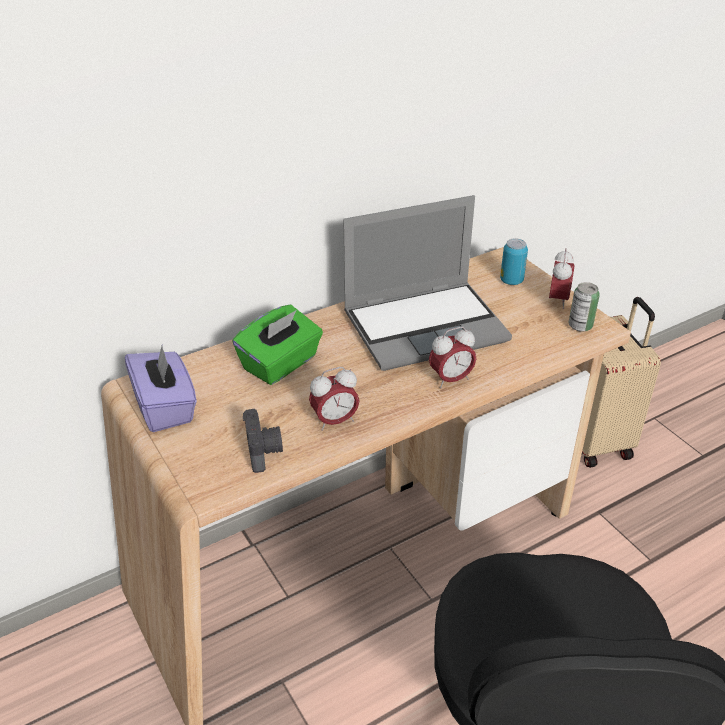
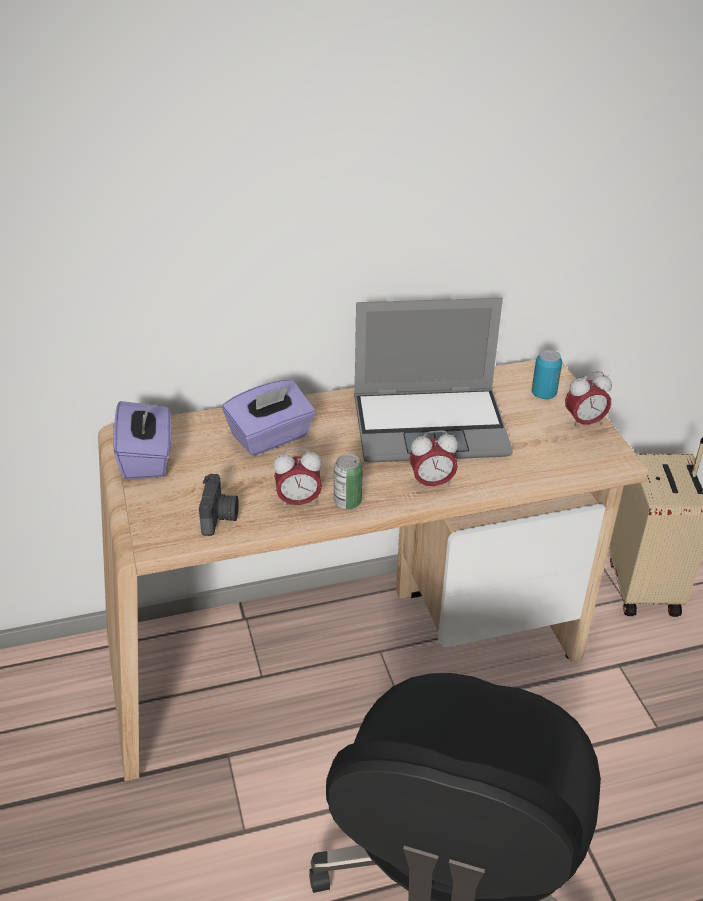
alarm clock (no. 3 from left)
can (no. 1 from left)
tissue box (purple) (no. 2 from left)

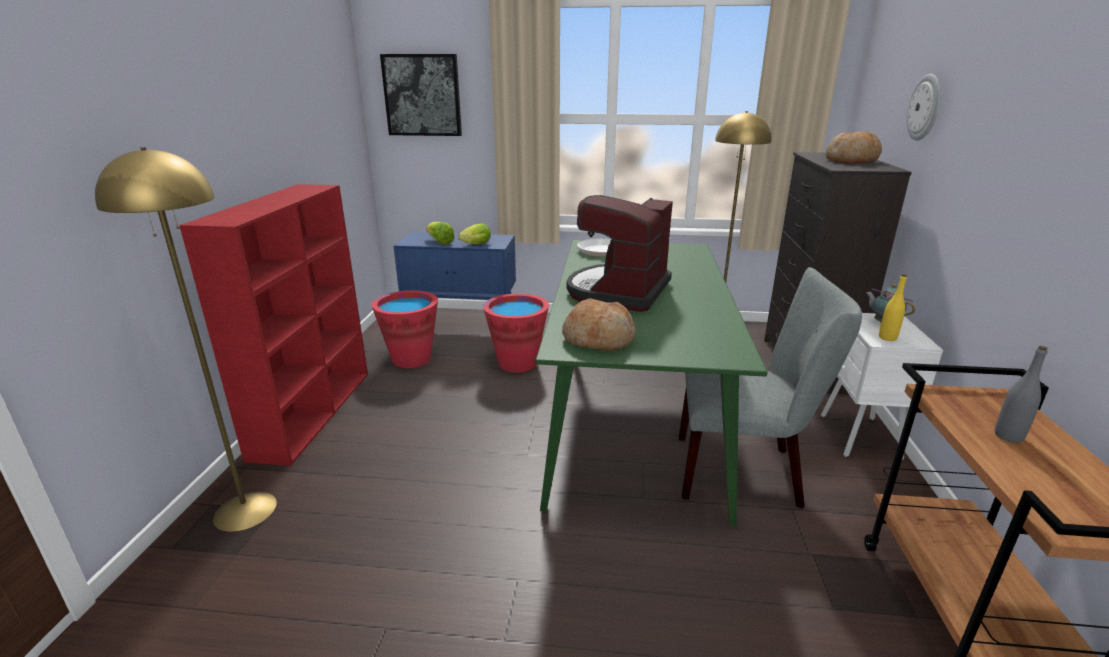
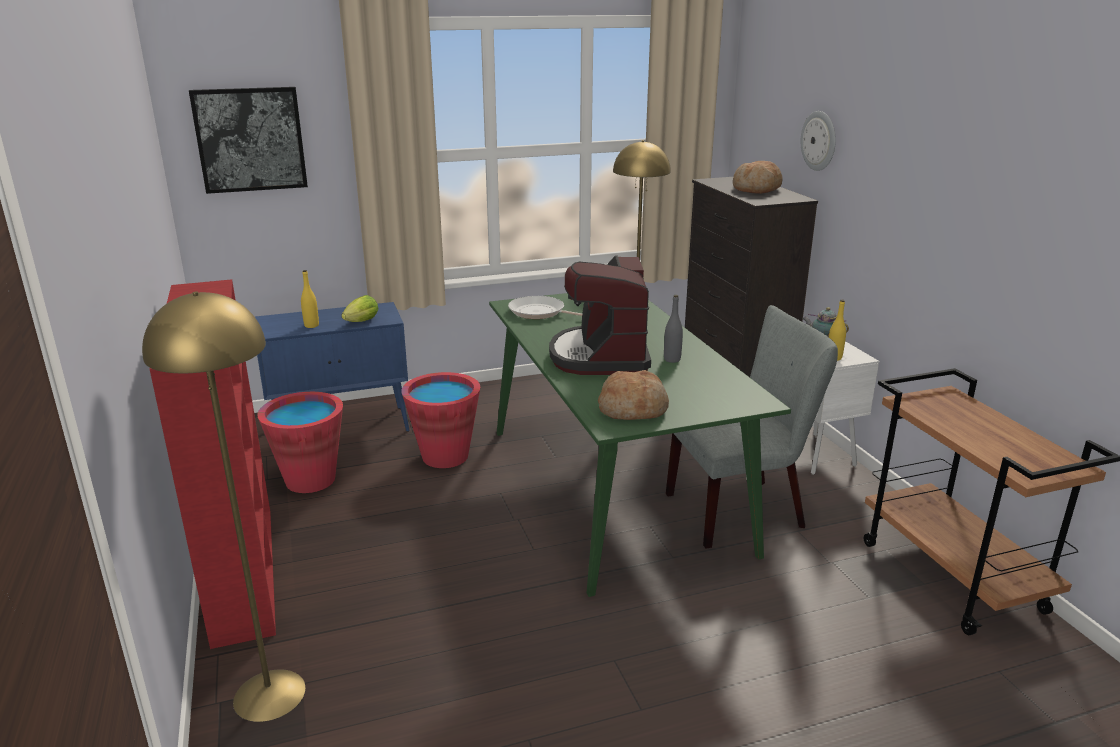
bottle (yellow) (no. 1 from left)
bottle (grey)

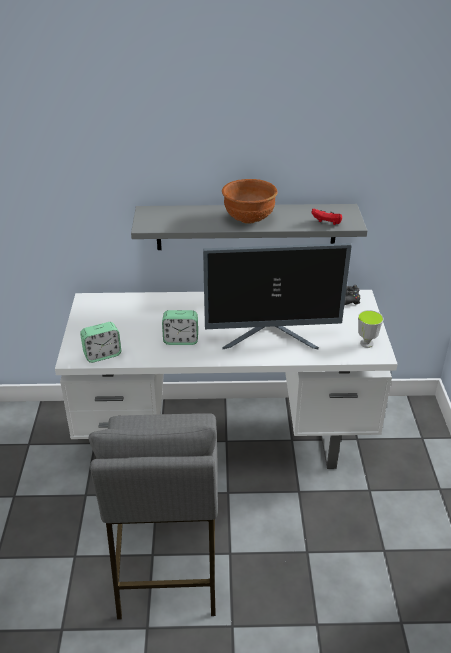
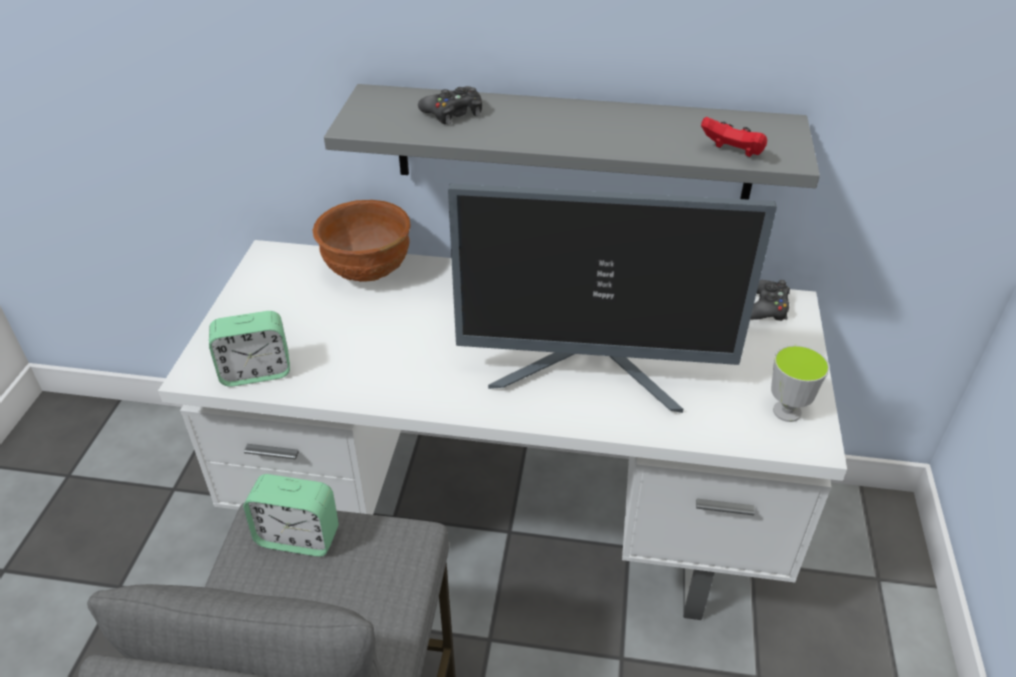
bowl (brown)
alarm clock (no. 2 from left)
game controller (black) (no. 1 from left)

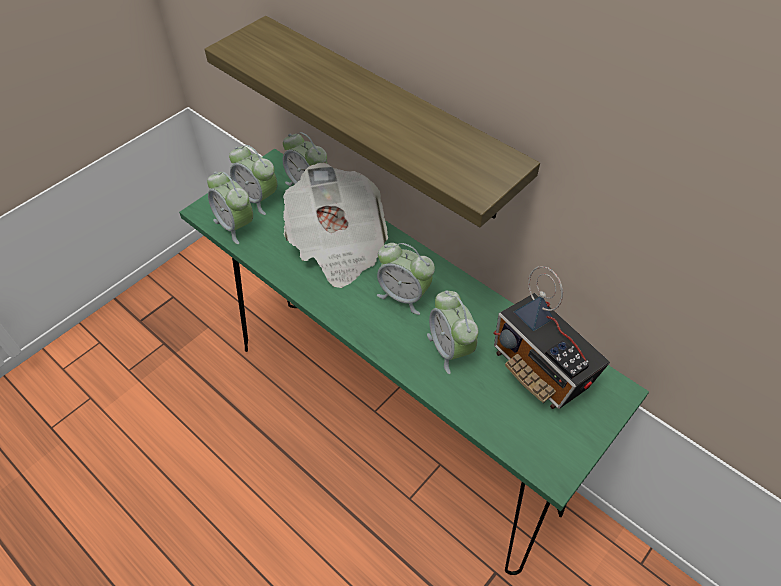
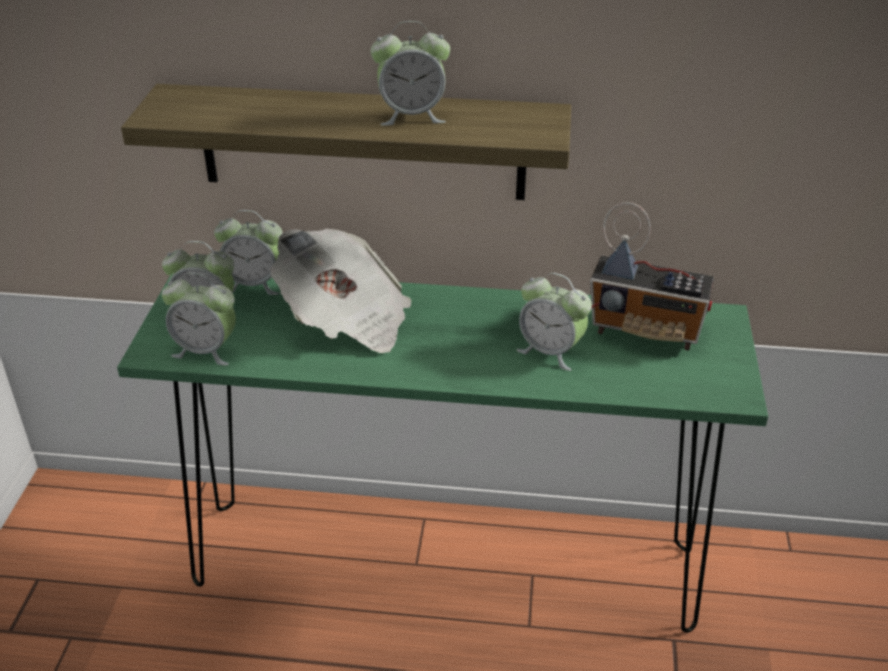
alarm clock (no. 4 from left)

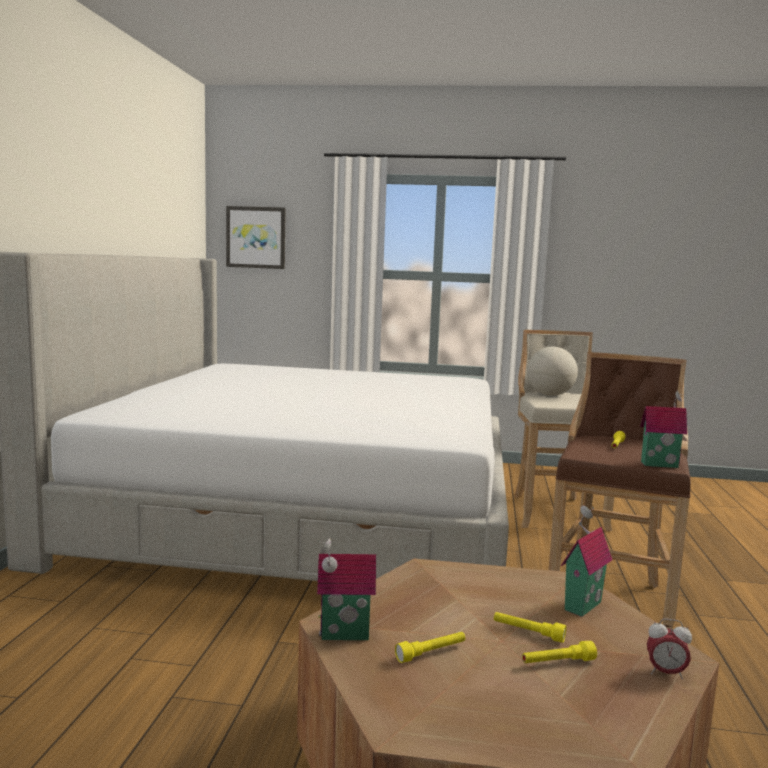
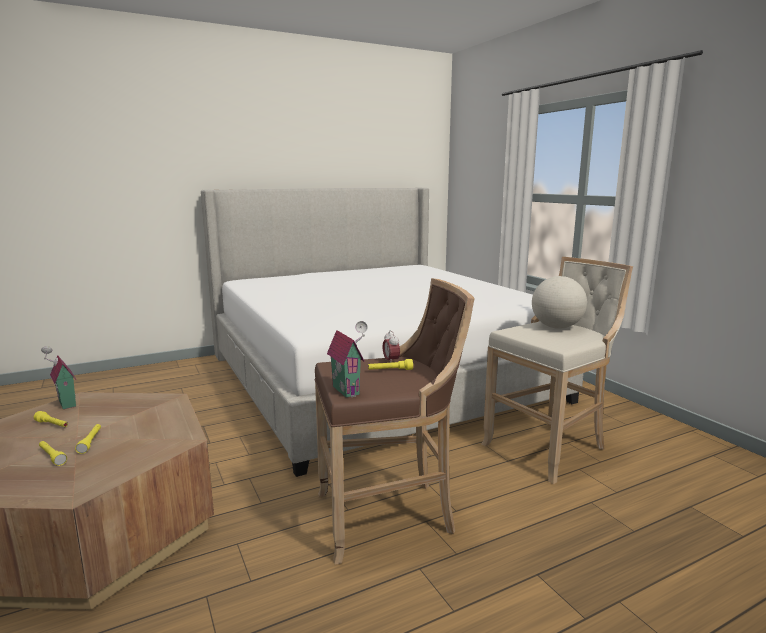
picture
toy house (no. 2 from left in the first image)
alarm clock

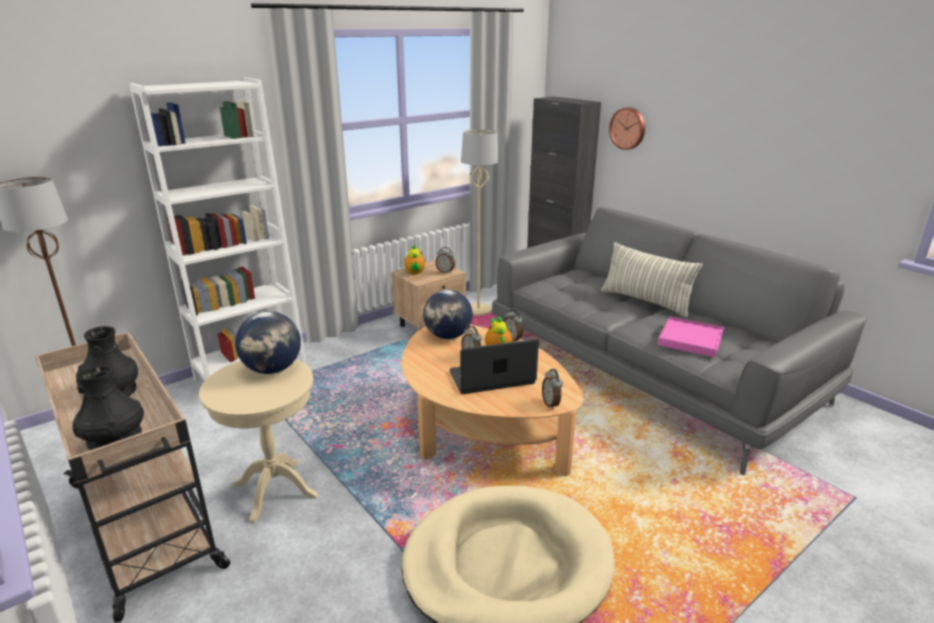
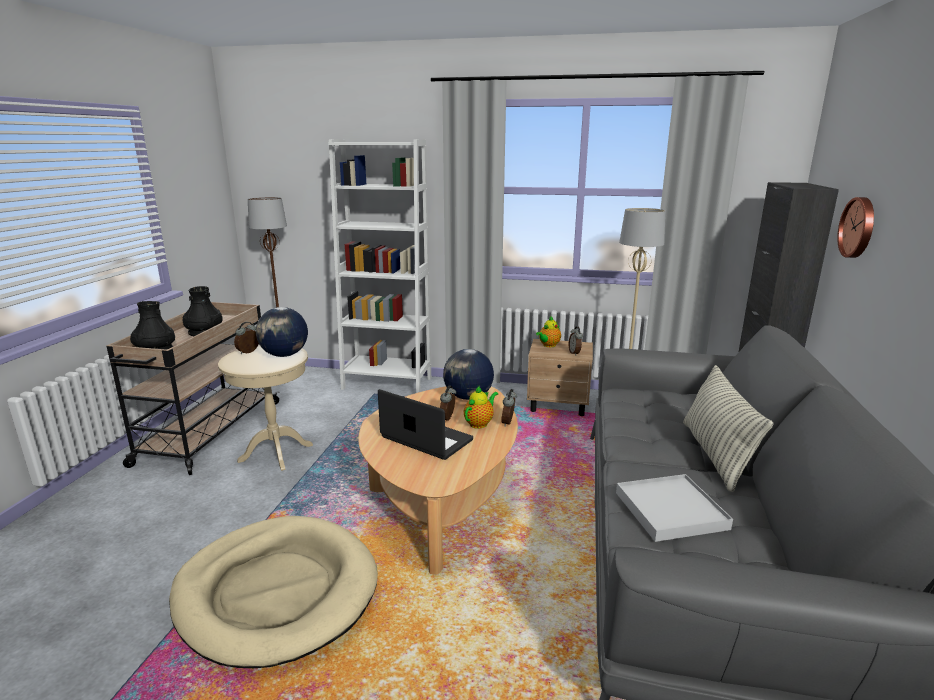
tray (white)
alarm clock (no. 1 from left)

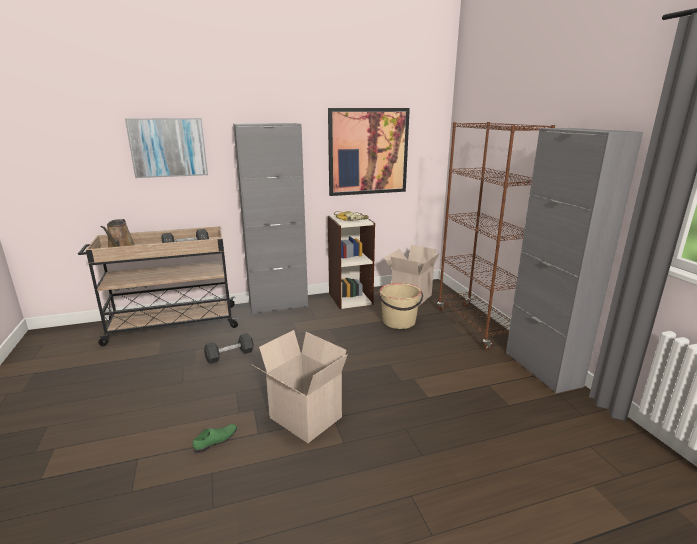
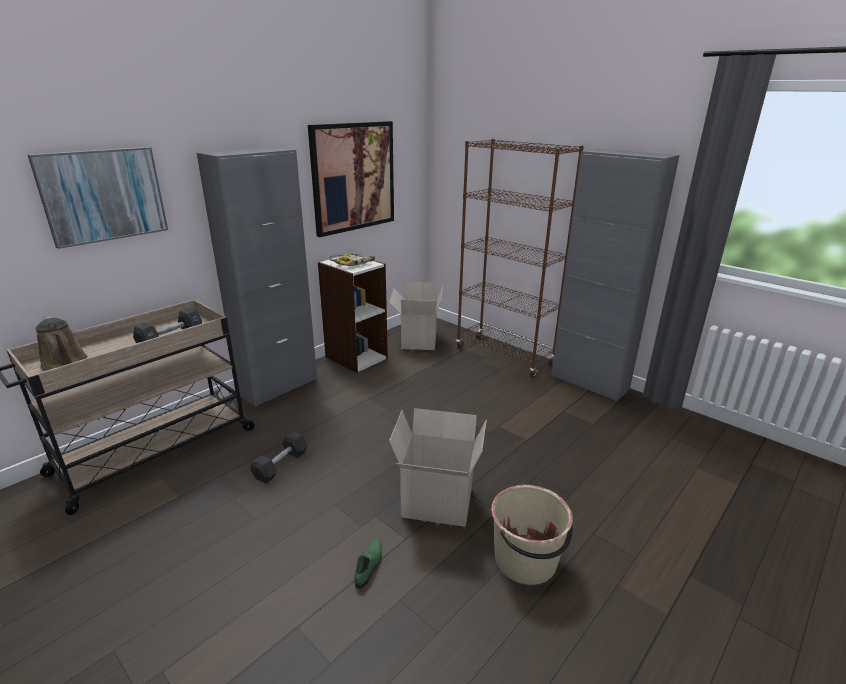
bucket (beige)

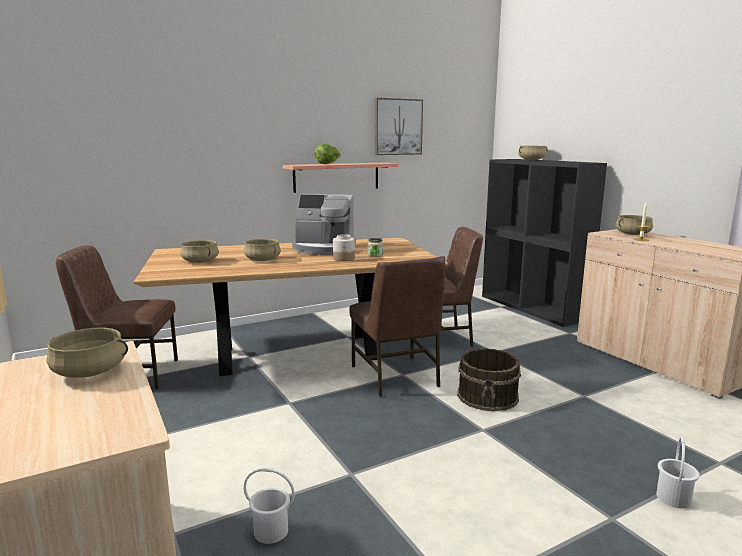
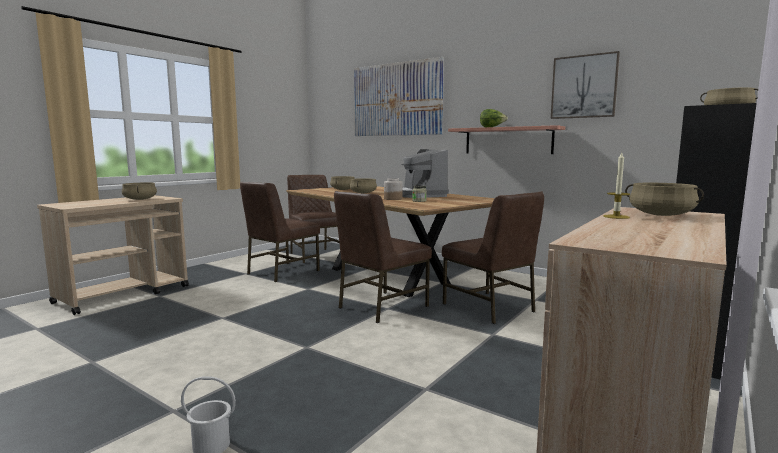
bucket (brown)
bucket (white) (no. 1 from left in the first image)
picture (no. 1 from left)
chair (brown) (no. 1 from left)

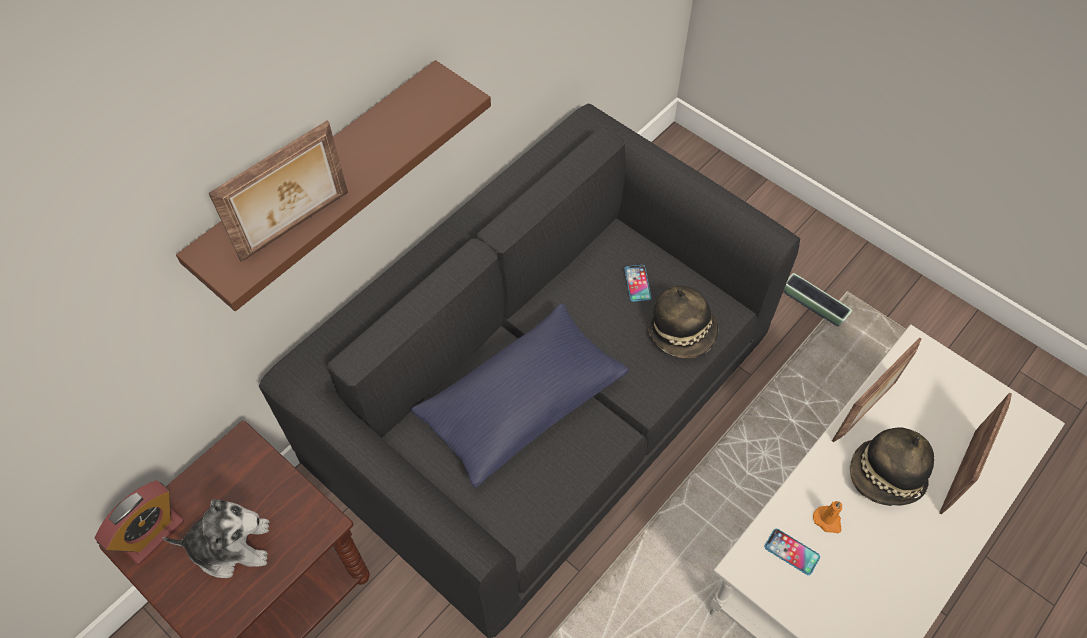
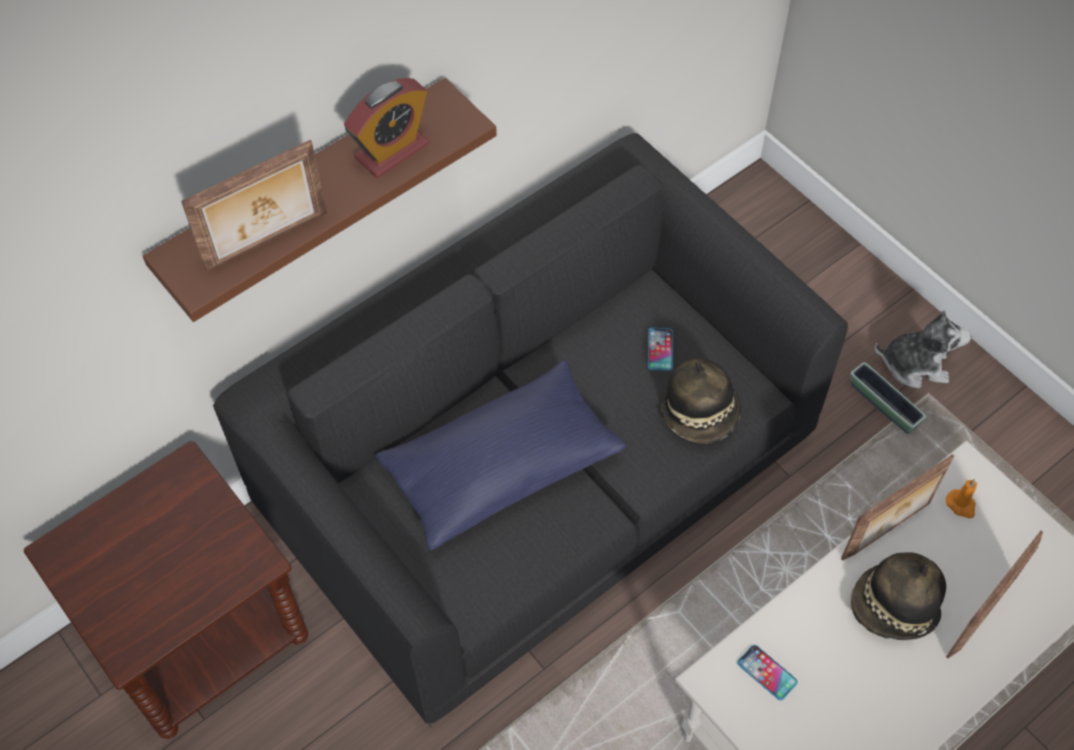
alarm clock
plush toy
candle (orange)

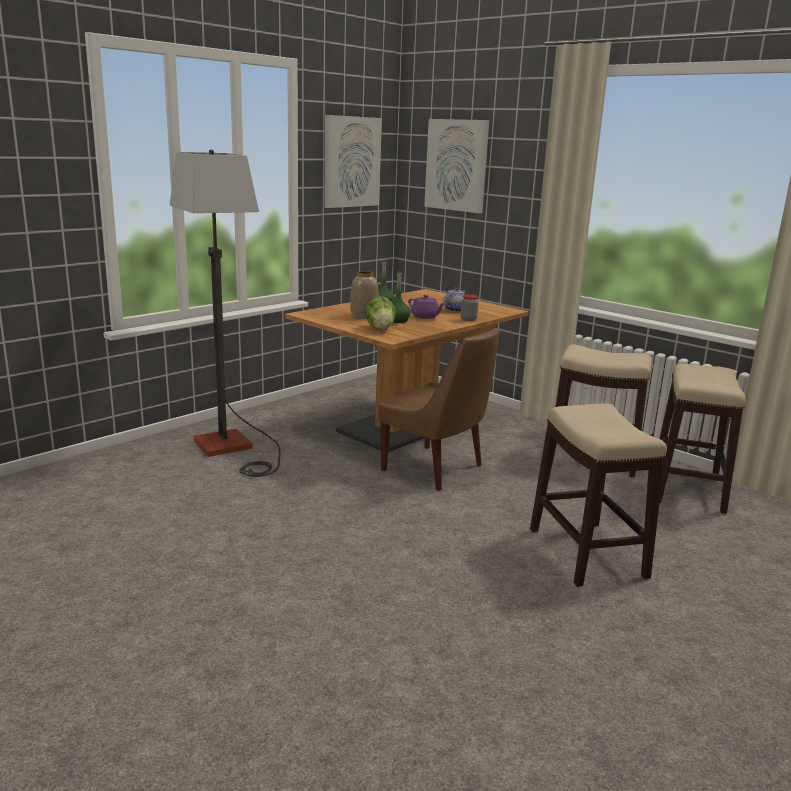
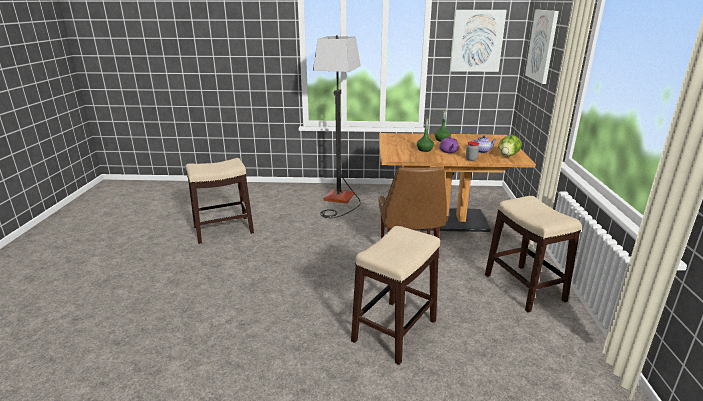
vase
lettuce
stool (no. 1 from left)

